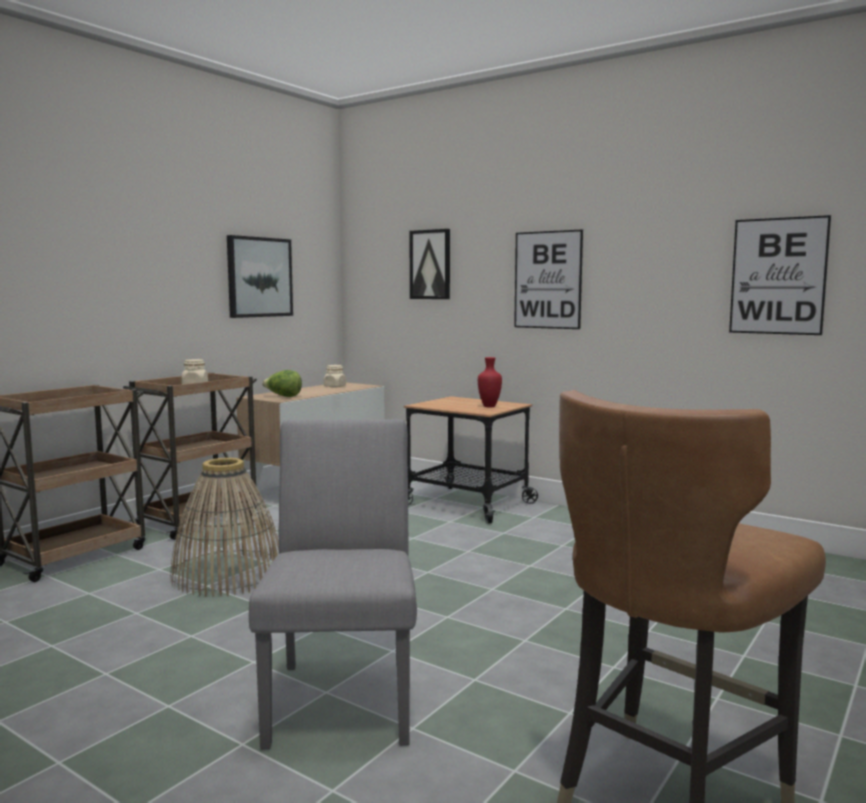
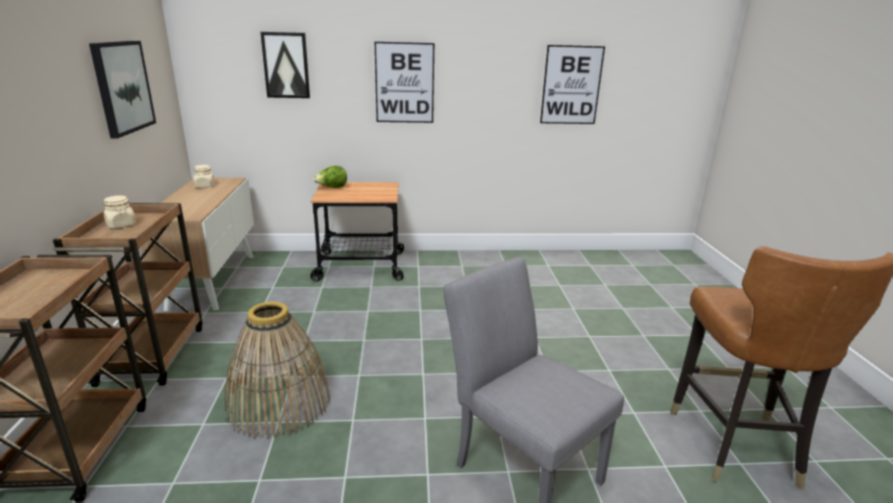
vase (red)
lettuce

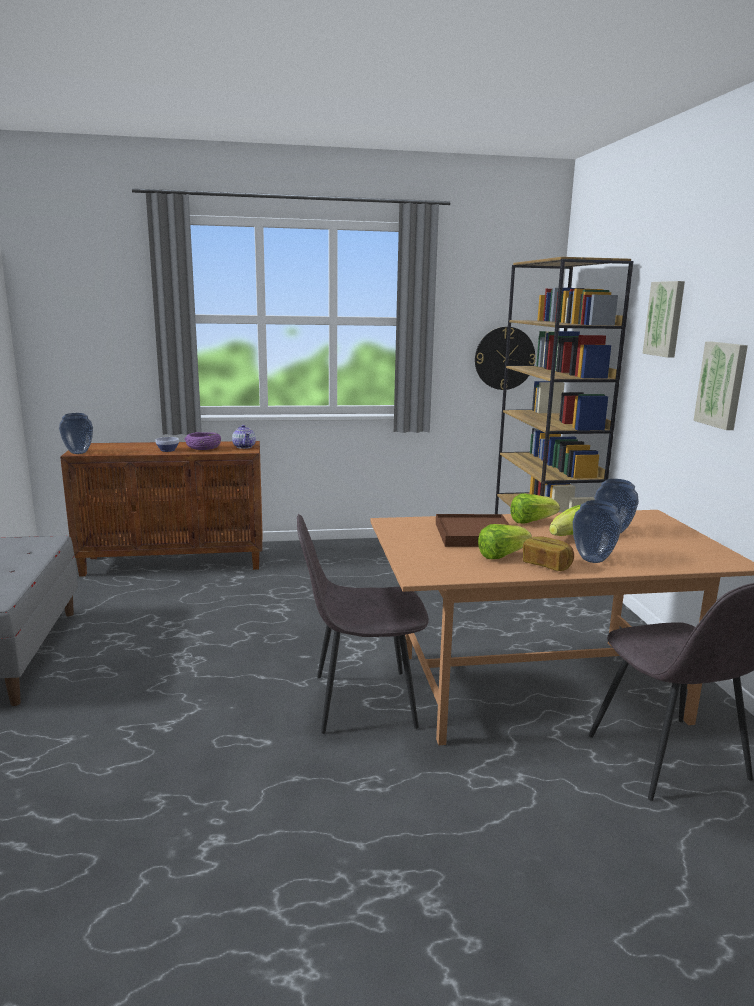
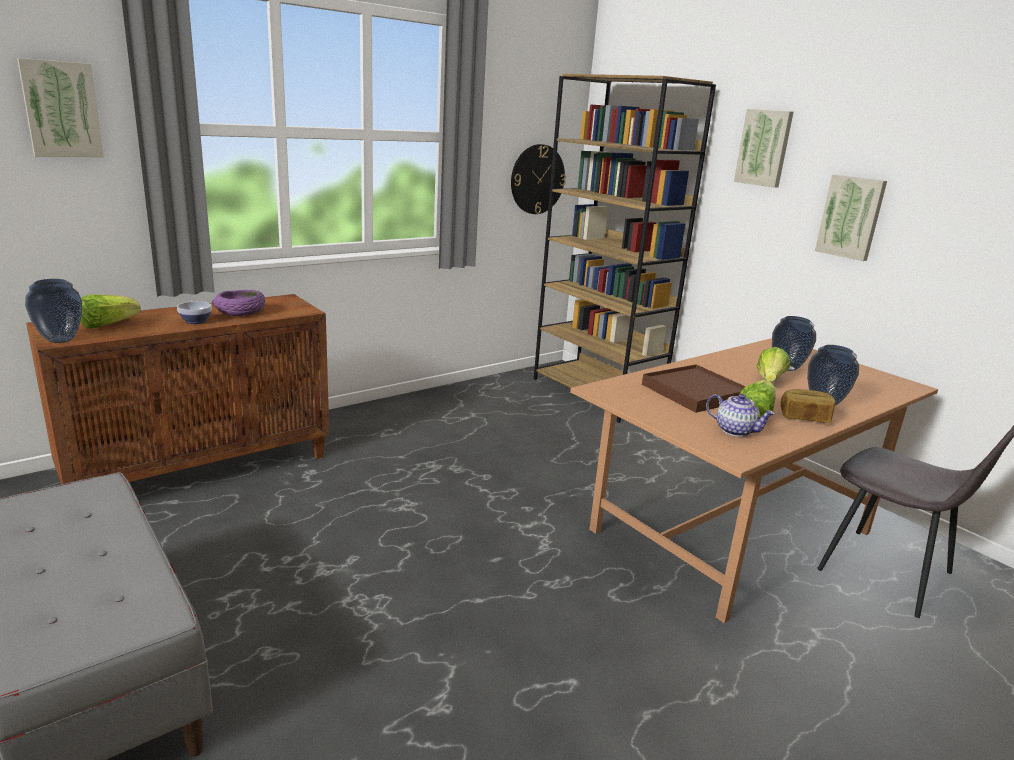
teapot
lettuce (no. 1 from left)
chair (grey) (no. 1 from left in the first image)
picture (no. 1 from left)

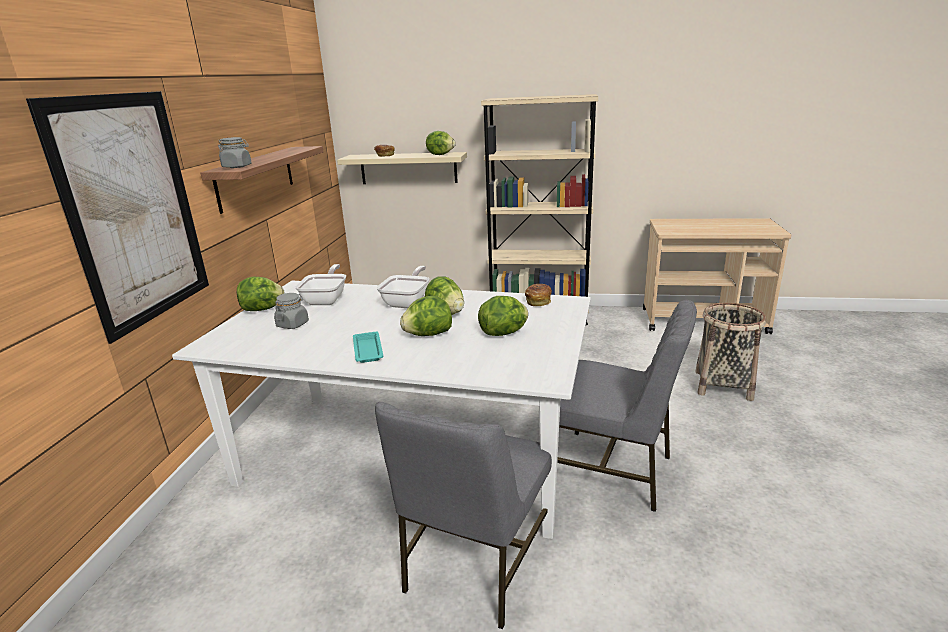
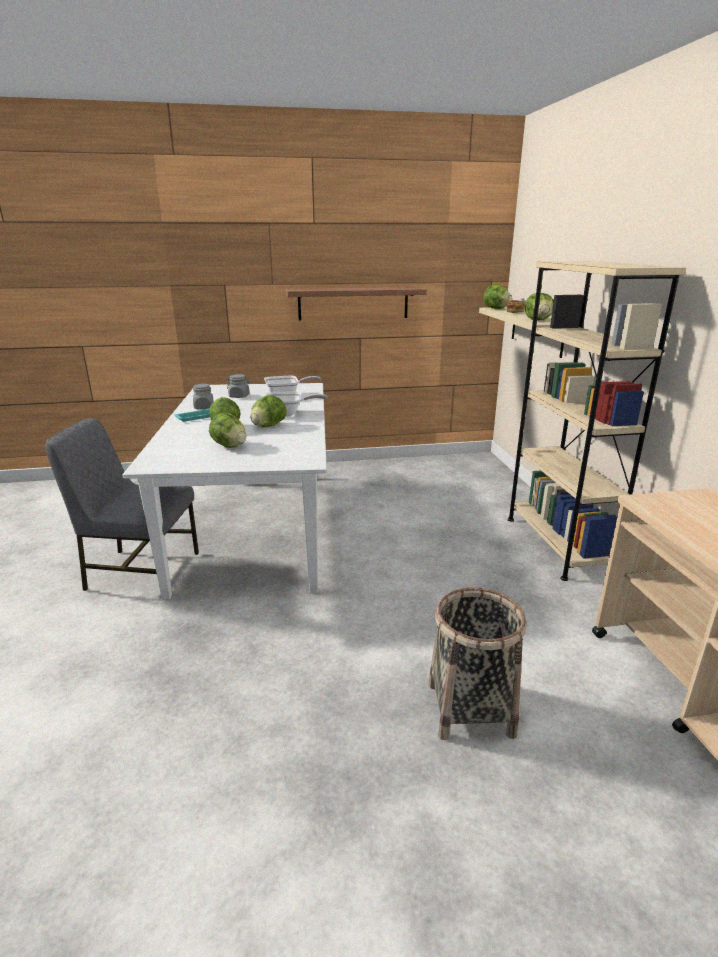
picture
jar (grey) (no. 1 from left)
lettuce (no. 4 from left)
bread (no. 2 from left in the first image)
chair (grey) (no. 2 from left in the first image)

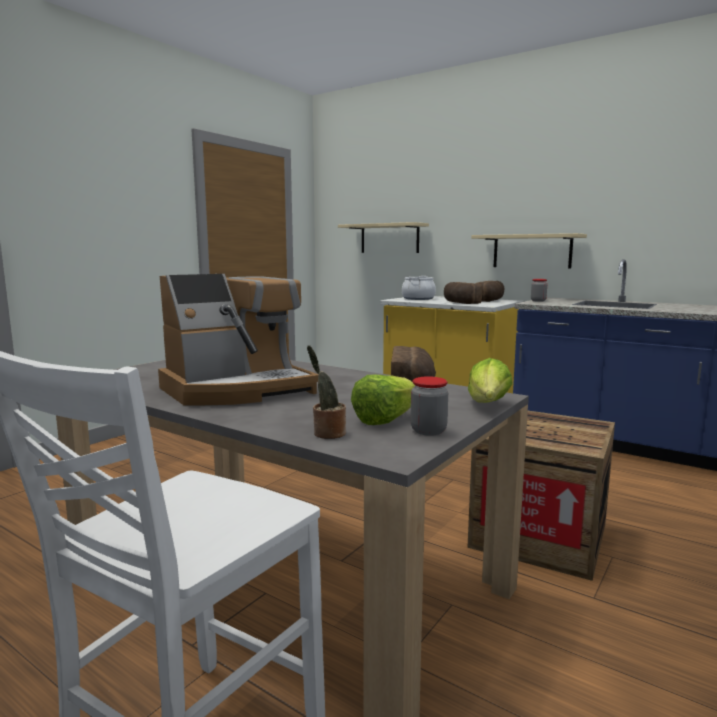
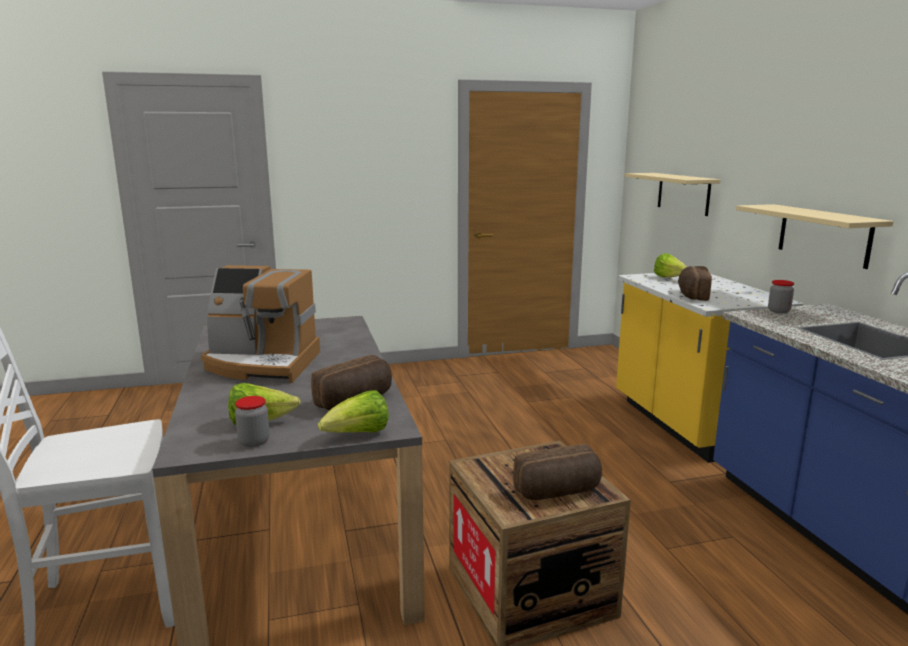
lettuce (no. 3 from left)
bread (no. 2 from left)
potted plant

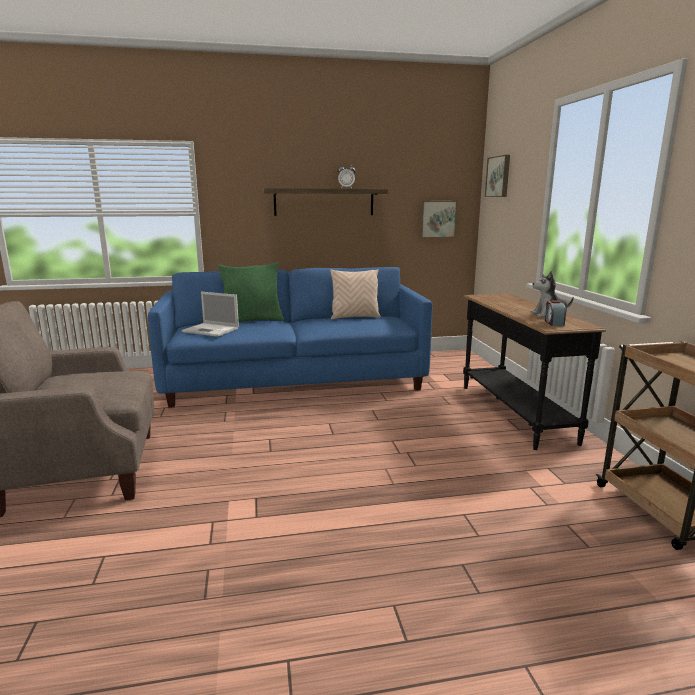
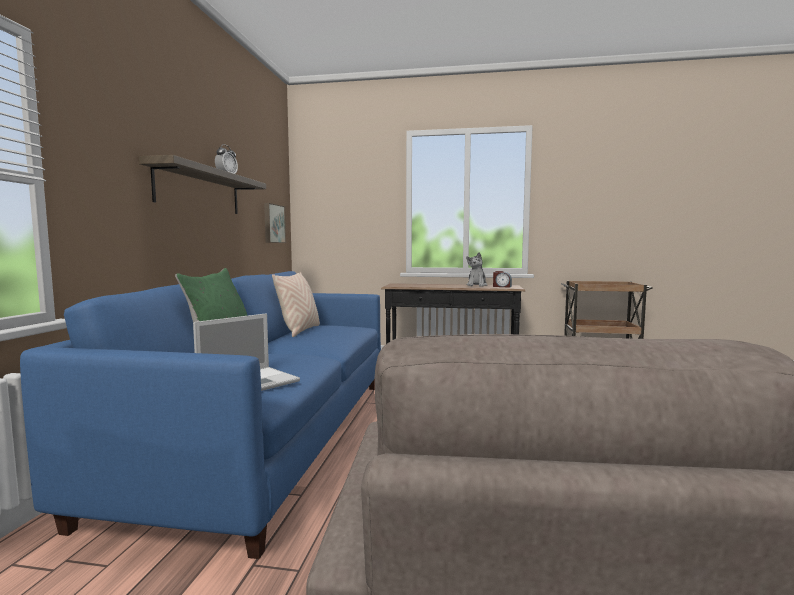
picture (no. 2 from left in the first image)

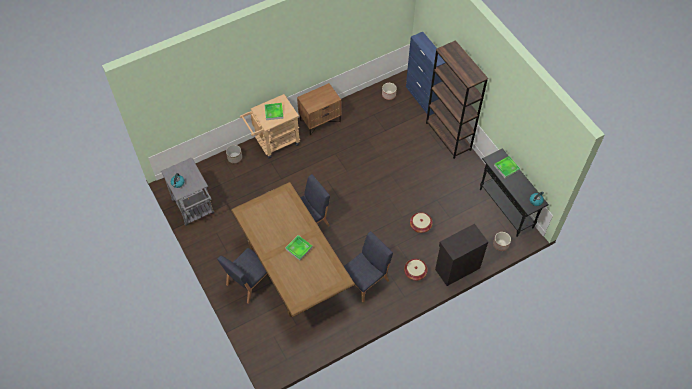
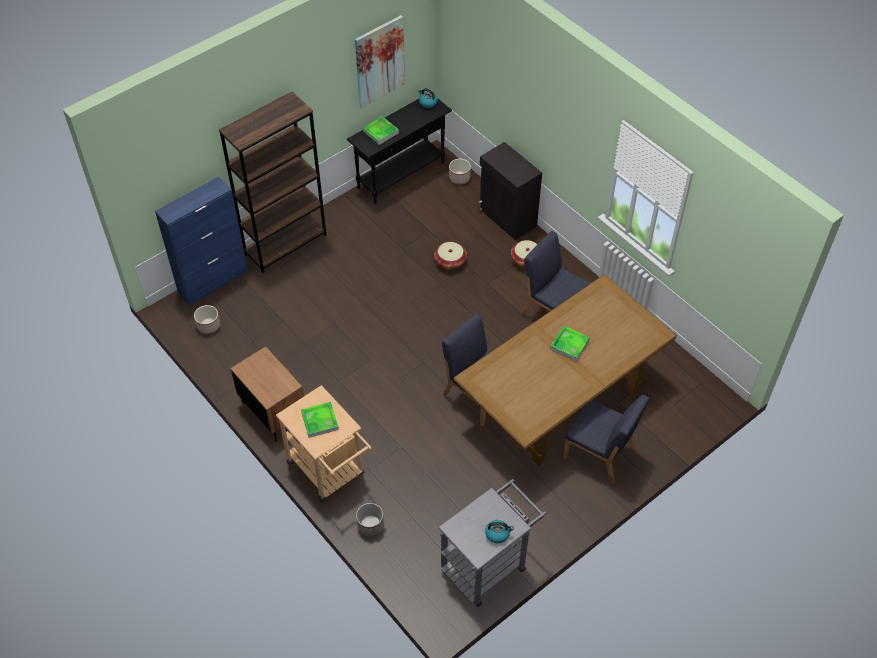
picture

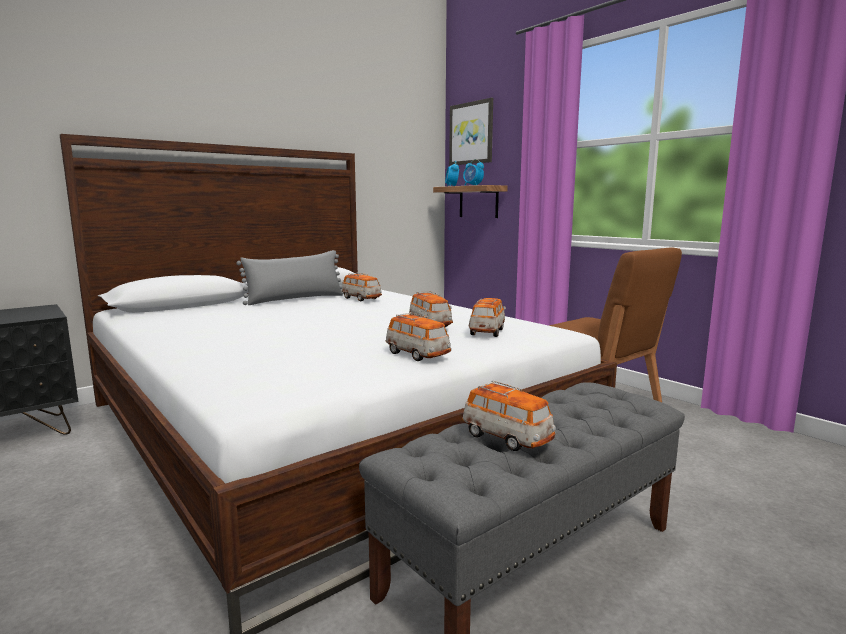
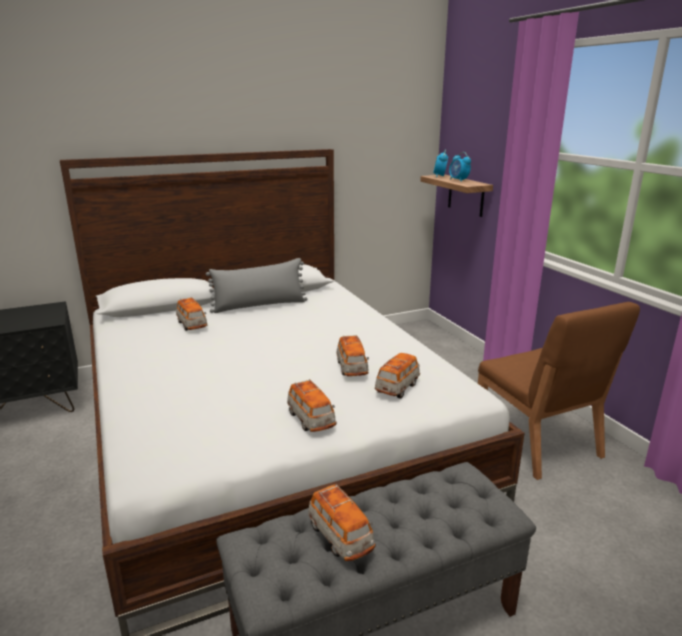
picture
toy car (no. 1 from left)

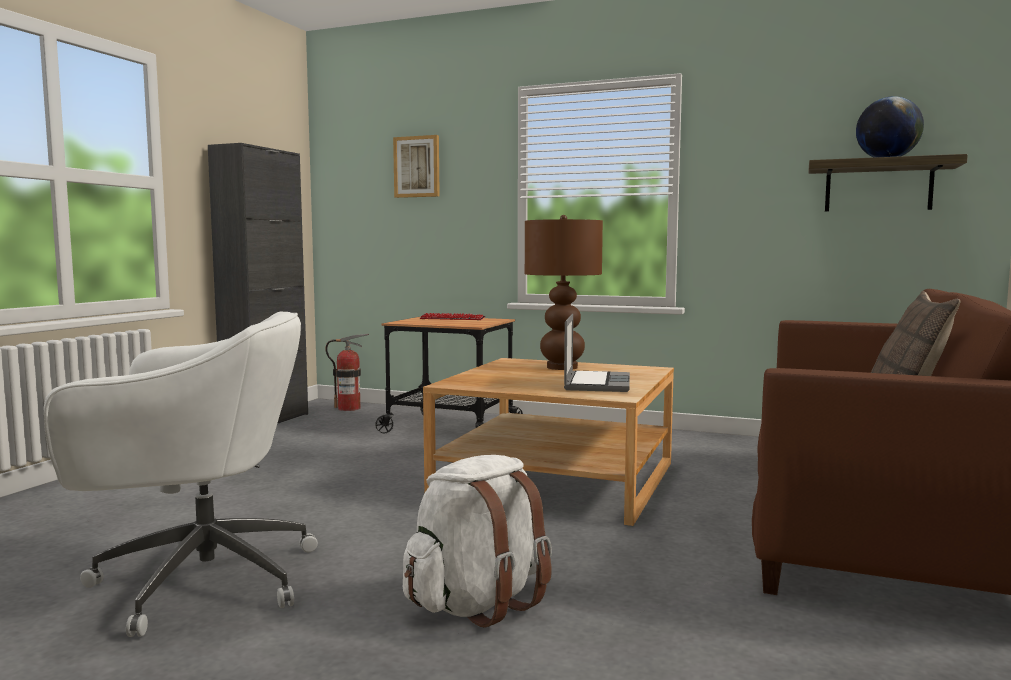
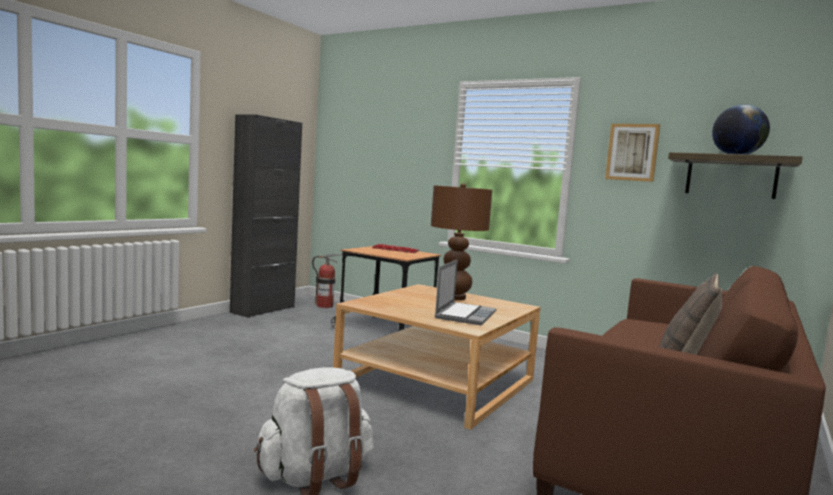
picture
office chair (white)

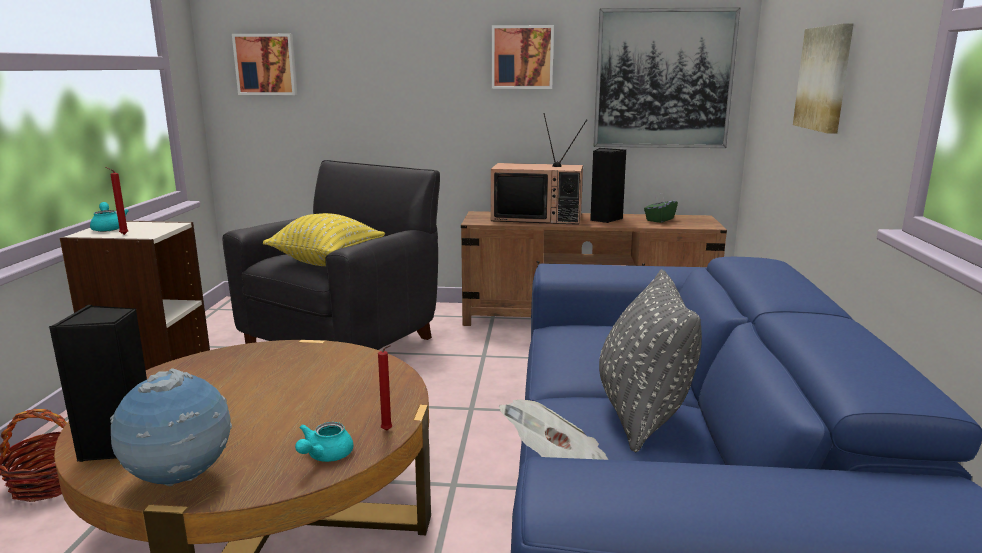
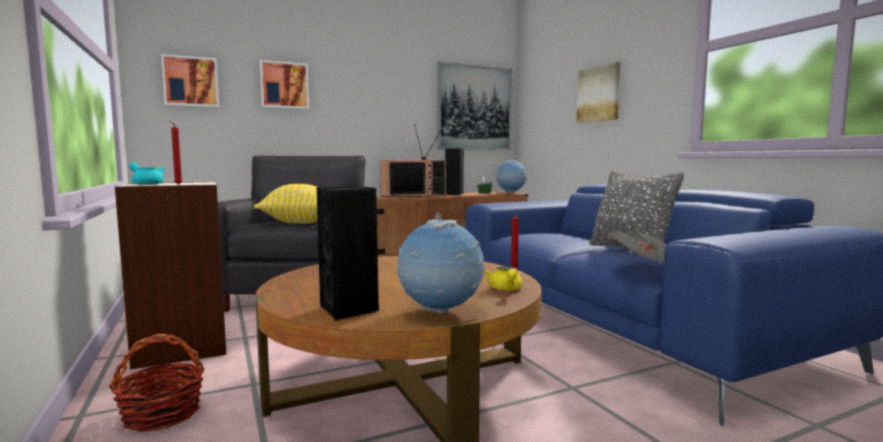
picture (no. 2 from left)
teapot (yellow)
globe (no. 2 from left)

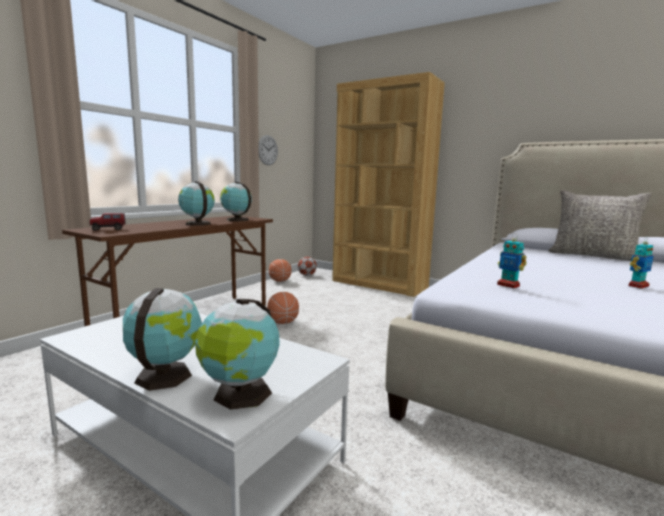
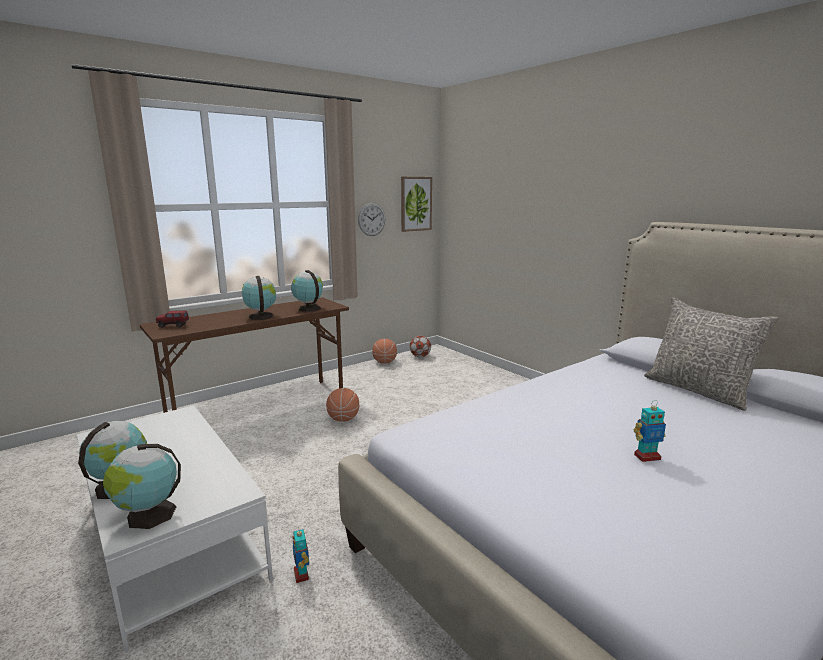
bookcase (brown)
toy robot (no. 1 from left)
picture

